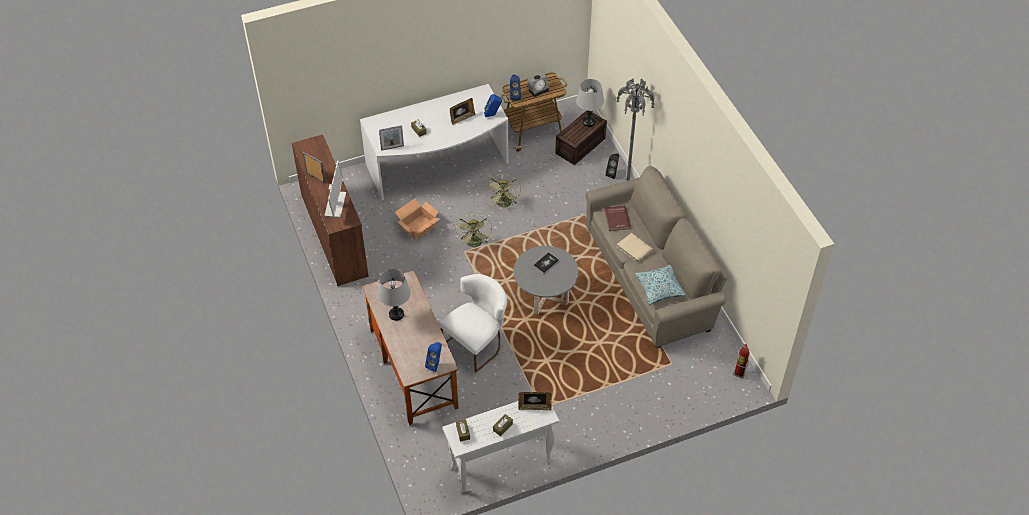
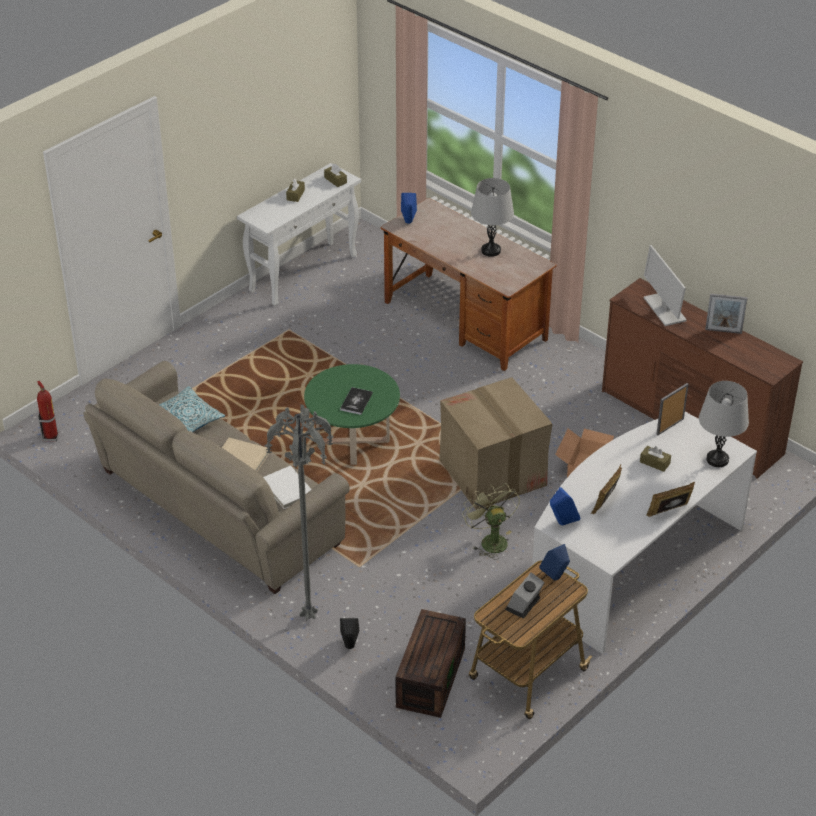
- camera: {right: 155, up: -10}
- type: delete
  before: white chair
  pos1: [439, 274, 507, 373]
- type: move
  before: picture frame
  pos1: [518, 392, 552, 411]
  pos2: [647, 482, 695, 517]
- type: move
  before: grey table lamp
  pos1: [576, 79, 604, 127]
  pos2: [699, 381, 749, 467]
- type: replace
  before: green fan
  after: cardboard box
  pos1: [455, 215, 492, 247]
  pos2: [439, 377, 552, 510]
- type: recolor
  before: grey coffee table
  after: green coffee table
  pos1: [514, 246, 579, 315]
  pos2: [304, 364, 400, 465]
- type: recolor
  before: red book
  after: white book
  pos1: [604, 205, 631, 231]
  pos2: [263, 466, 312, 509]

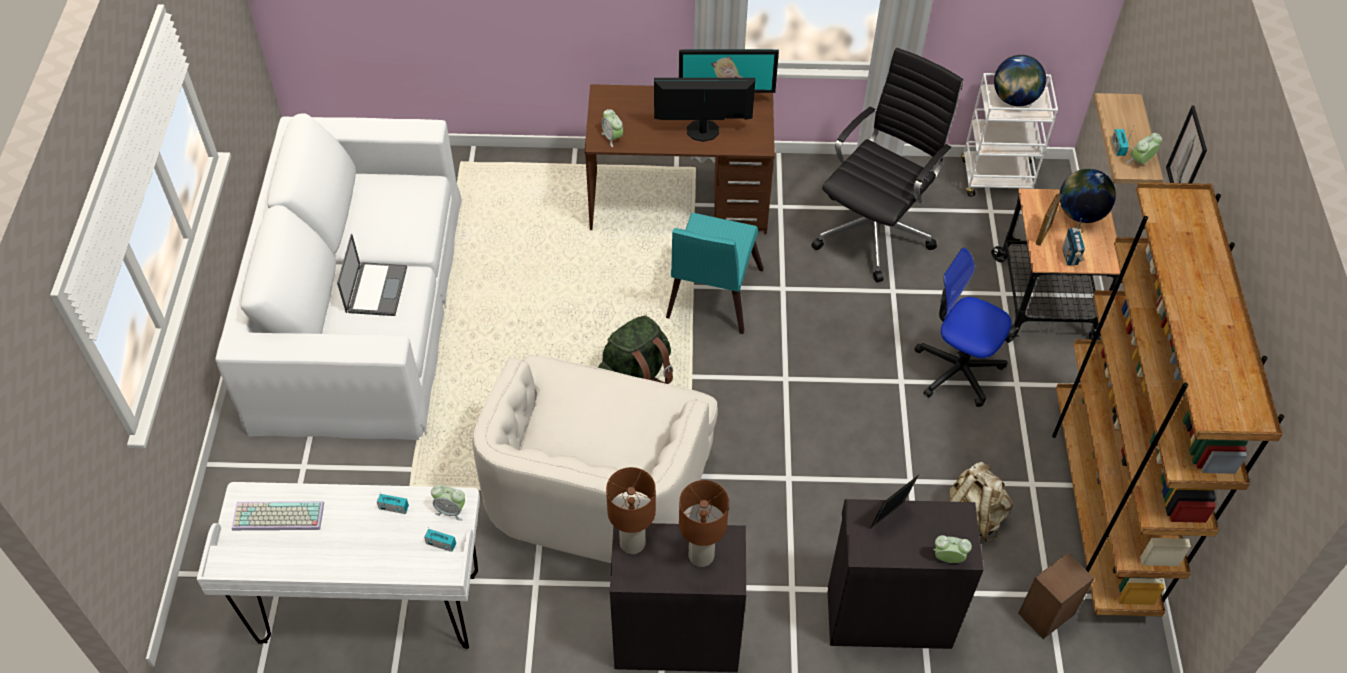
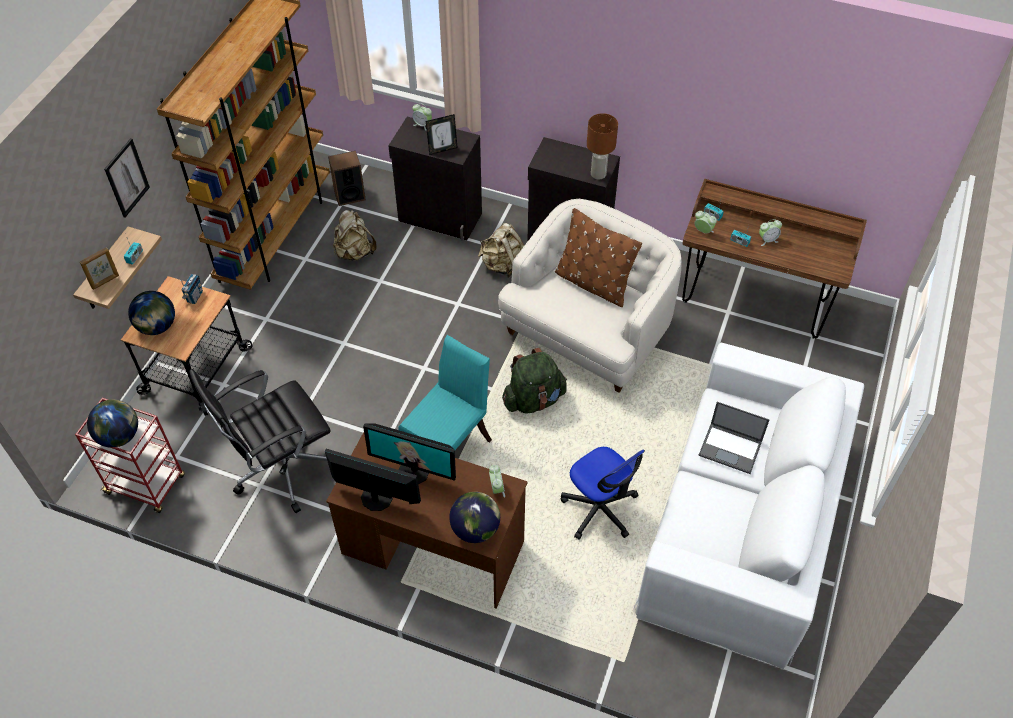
- camera: {right: -160, up: 0}
- type: delete
  before: keyboard
  pos1: [232, 501, 324, 530]
- type: delete
  before: brown table lamp
  pos1: [679, 480, 729, 567]
- type: insert
  after: globe
  pos2: [449, 492, 500, 543]
- type: insert
  after: beige backpack
  pos2: [478, 223, 525, 278]
- type: insert
  after: brown pillow
  pos2: [555, 208, 642, 307]
- type: move
  before: office chair
  pos1: [914, 247, 1012, 407]
  pos2: [560, 447, 645, 540]
- type: move
  before: picture frame
  pos1: [1036, 193, 1062, 246]
  pos2: [80, 247, 119, 290]
- type: move
  before: alarm clock
  pos1: [1127, 133, 1162, 164]
  pos2: [759, 219, 782, 246]
- type: recolor
  before: white desk
  after: brown desk
  pos1: [197, 482, 480, 649]
  pos2: [682, 179, 867, 339]
- type: recolor
  before: white cart
  after: red cart
  pos1: [961, 73, 1058, 197]
  pos2: [75, 397, 185, 513]
- type: rotate
  before: laptop
  pos1: [337, 234, 407, 316]
  pos2: [698, 402, 770, 474]
  turn: -90

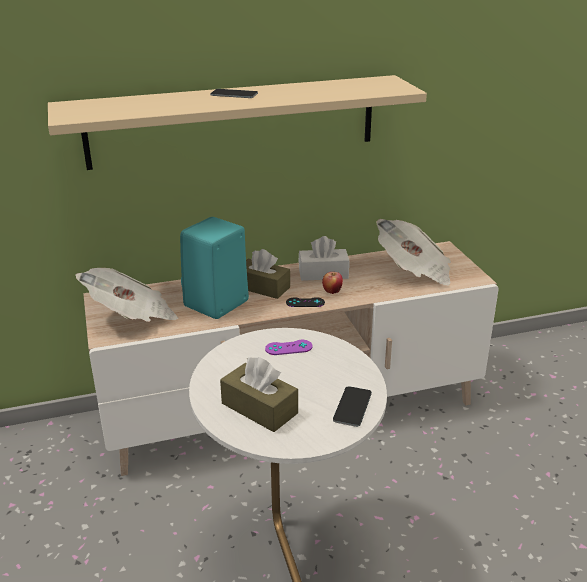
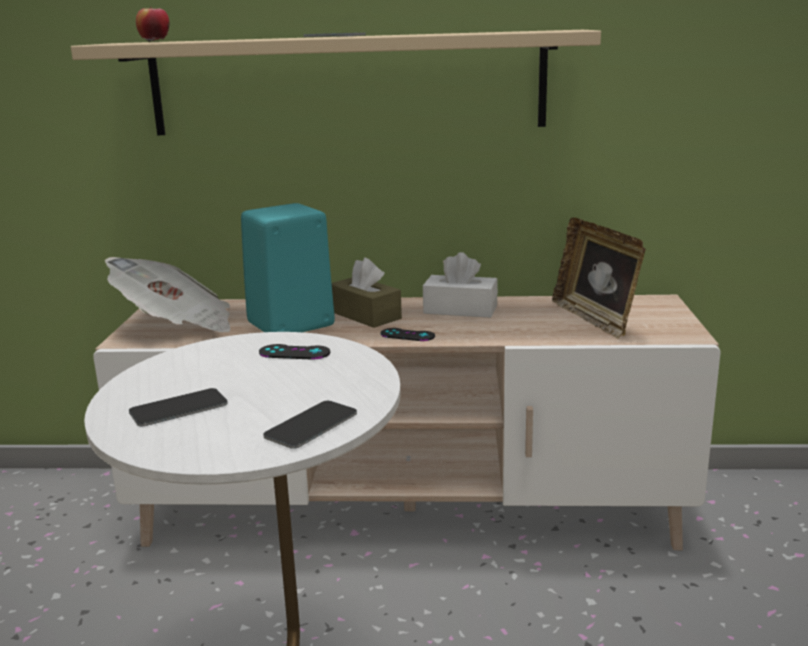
- camera: {right: 20, up: -10}
- type: move
  before: apple
  pos1: [322, 272, 343, 294]
  pos2: [136, 7, 170, 42]
- type: replace
  before: brown tissue box
  after: phone
  pos1: [220, 357, 298, 432]
  pos2: [129, 388, 228, 426]
- type: replace
  before: newspaper
  after: picture frame
  pos1: [376, 219, 451, 286]
  pos2: [552, 217, 645, 339]
- type: recolor
  before: purple game controller
  after: black game controller
  pos1: [265, 340, 313, 355]
  pos2: [259, 344, 330, 360]

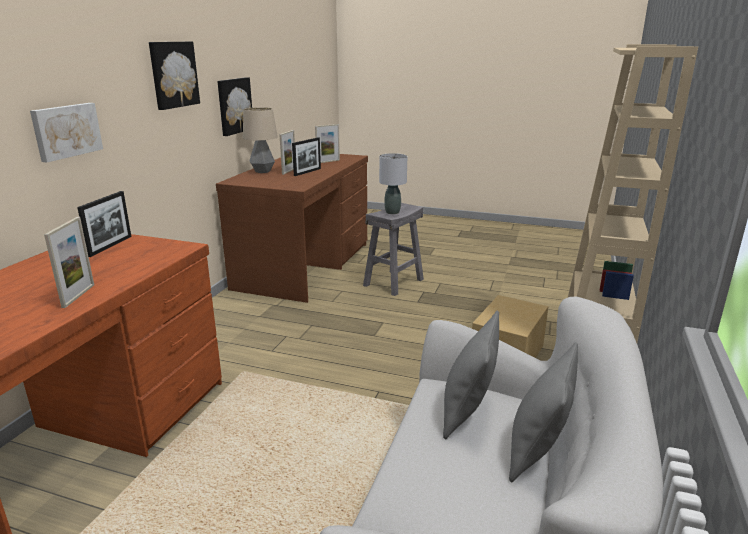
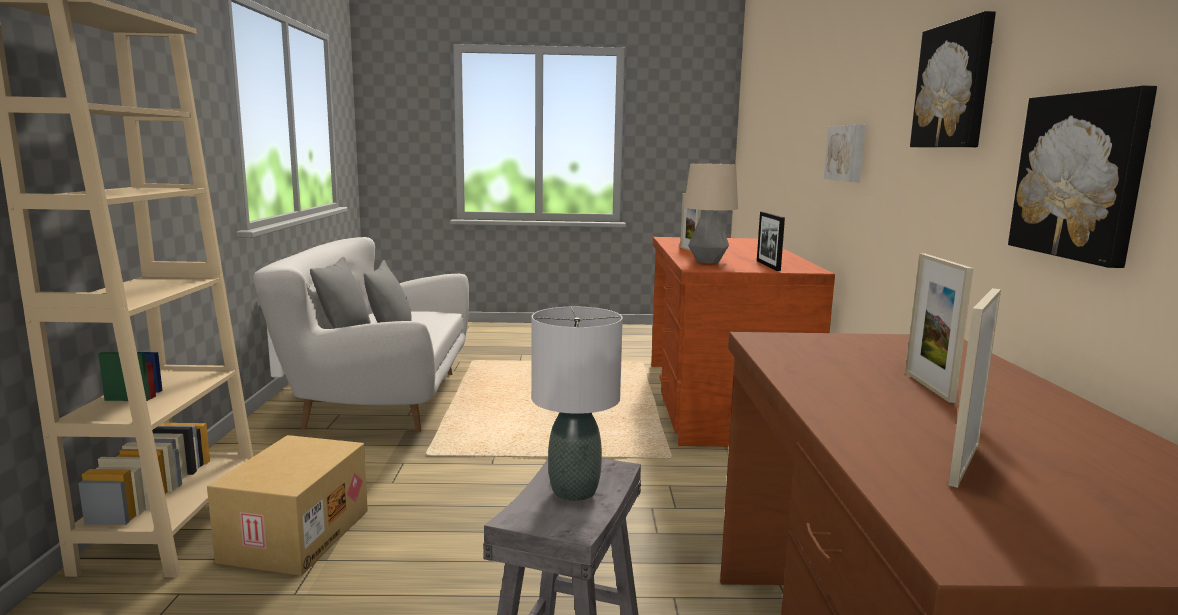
- camera: {right: 160, up: -10}
- type: delete
  before: picture frame
  pos1: [292, 137, 321, 176]
- type: move
  before: table lamp
  pos1: [243, 107, 278, 173]
  pos2: [684, 163, 738, 264]

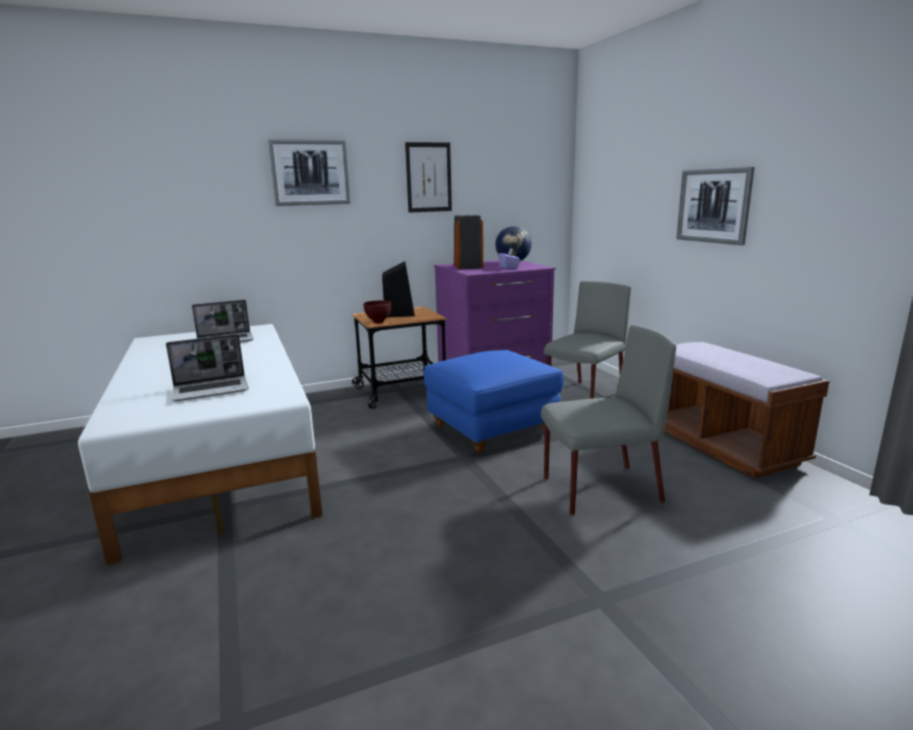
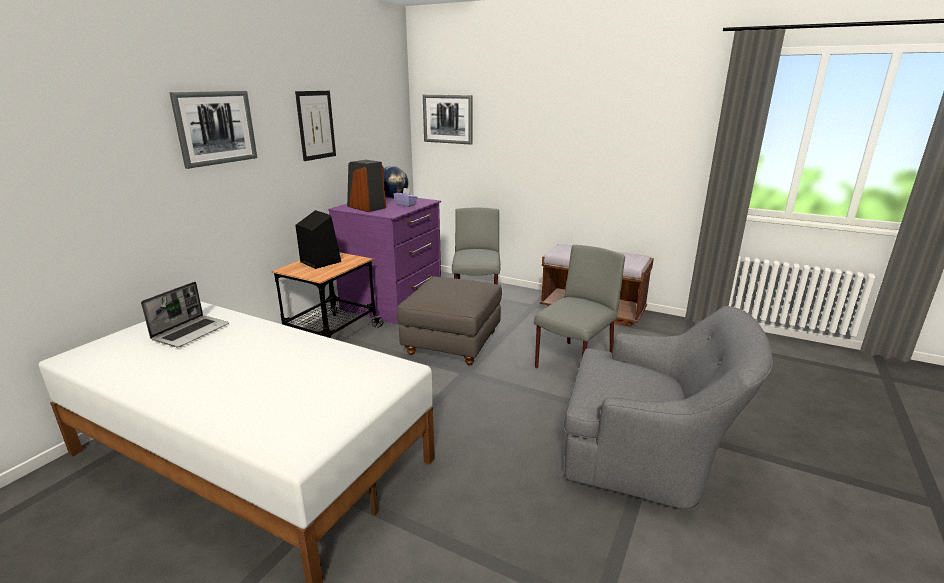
- camera: {right: -40, up: 5}
- type: delete
  before: laptop
  pos1: [166, 334, 249, 401]
- type: delete
  before: brown bowl
  pos1: [363, 300, 392, 324]
- type: insert
  after: grey armchair
  pos2: [564, 306, 773, 509]
- type: move
  before: picture
  pos1: [676, 167, 754, 245]
  pos2: [423, 95, 472, 145]
- type: recolor
  before: blue ottoman
  after: grey ottoman
  pos1: [424, 350, 564, 453]
  pos2: [397, 276, 502, 366]

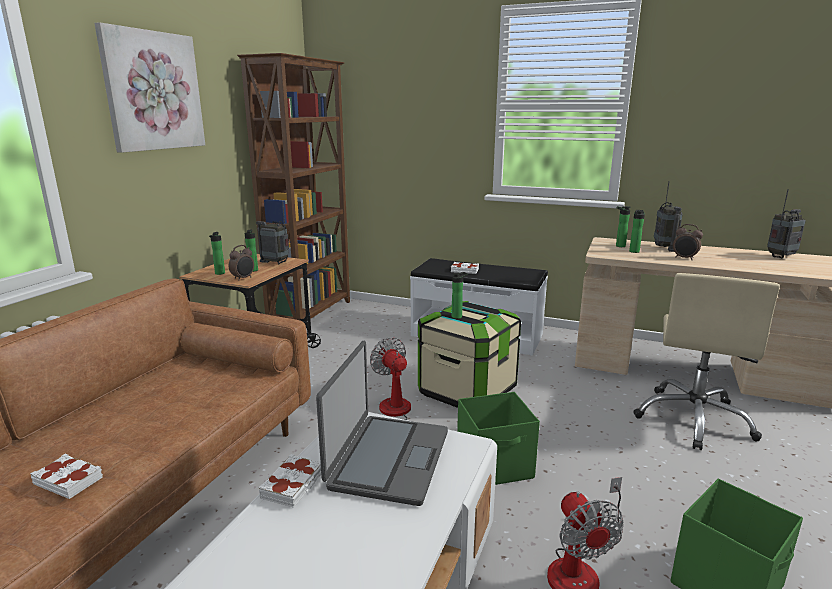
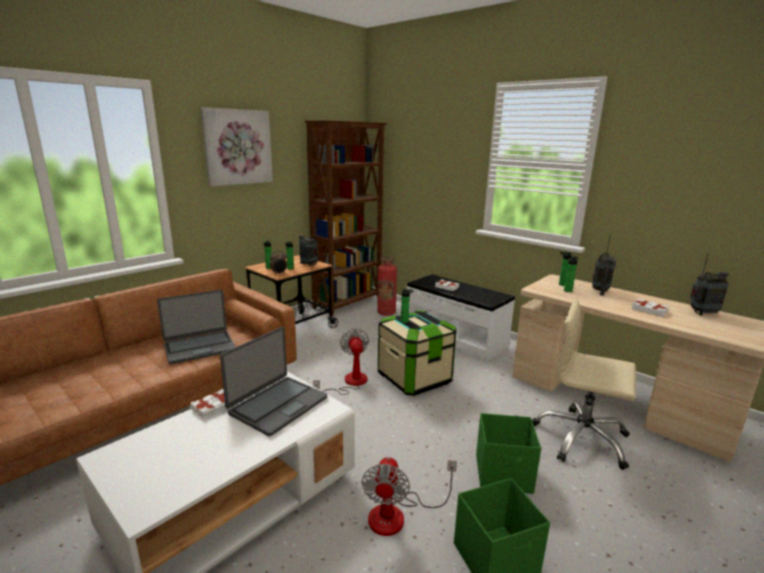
- camera: {right: 20, up: 0}
- type: delete
  before: alarm clock
  pos1: [673, 224, 703, 260]
- type: insert
  after: laptop
  pos2: [157, 290, 236, 364]
- type: insert
  after: fire extinguisher
  pos2: [377, 257, 397, 316]
- type: move
  before: white book
  pos1: [30, 454, 103, 499]
  pos2: [632, 298, 669, 317]
- type: move
  before: green storage box
  pos1: [457, 392, 540, 485]
  pos2: [476, 413, 541, 494]
- type: rotate
  before: beige office chair
  pos1: [633, 273, 780, 450]
  pos2: [532, 299, 636, 470]
  turn: 75

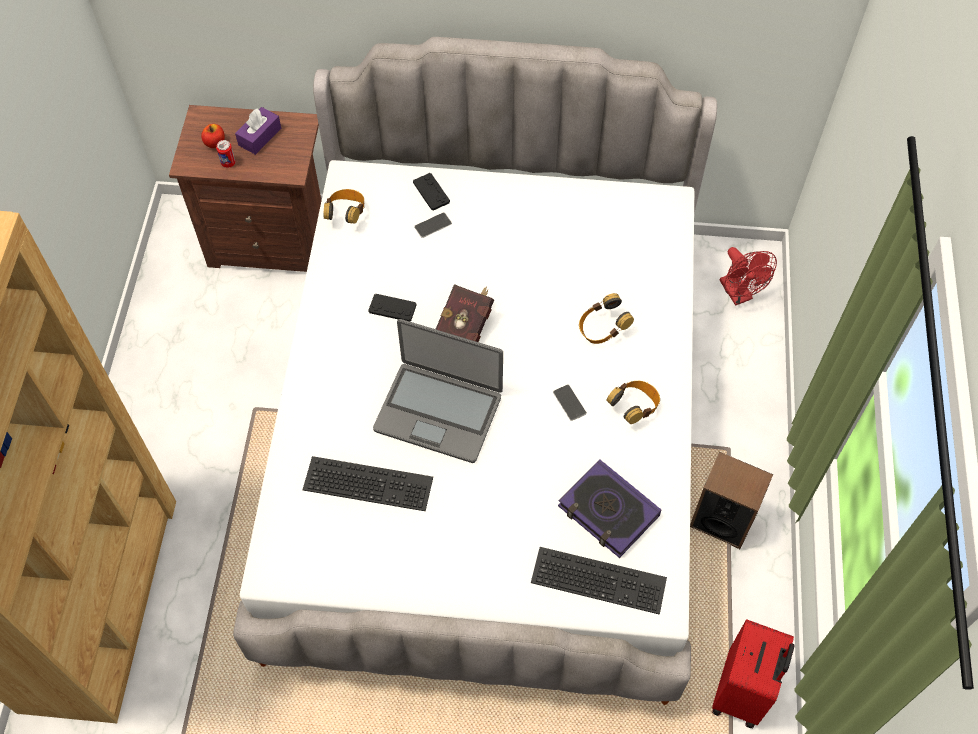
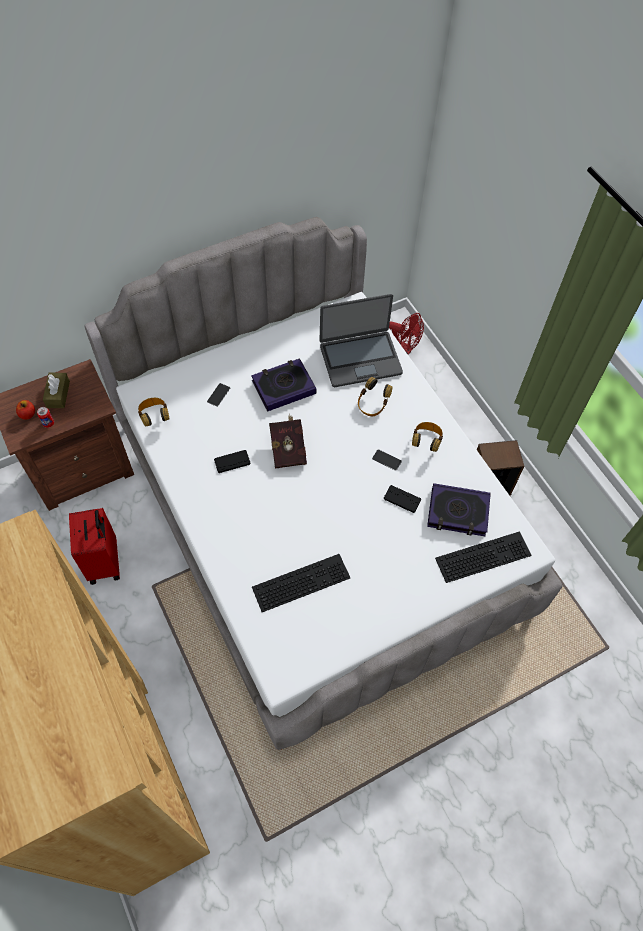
- camera: {right: -35, up: 0}
- type: insert
  after: book
  pos2: [251, 358, 316, 411]
- type: move
  before: laptop
  pos1: [373, 319, 503, 463]
  pos2: [319, 294, 403, 387]
- type: move
  before: black game controller
  pos1: [413, 173, 450, 210]
  pos2: [384, 485, 421, 513]
- type: move
  before: red suitcase
  pos1: [712, 619, 795, 728]
  pos2: [69, 508, 120, 585]
- type: recolor
  before: purple tissue box
  after: brown tissue box
  pos1: [235, 107, 281, 155]
  pos2: [43, 373, 70, 408]

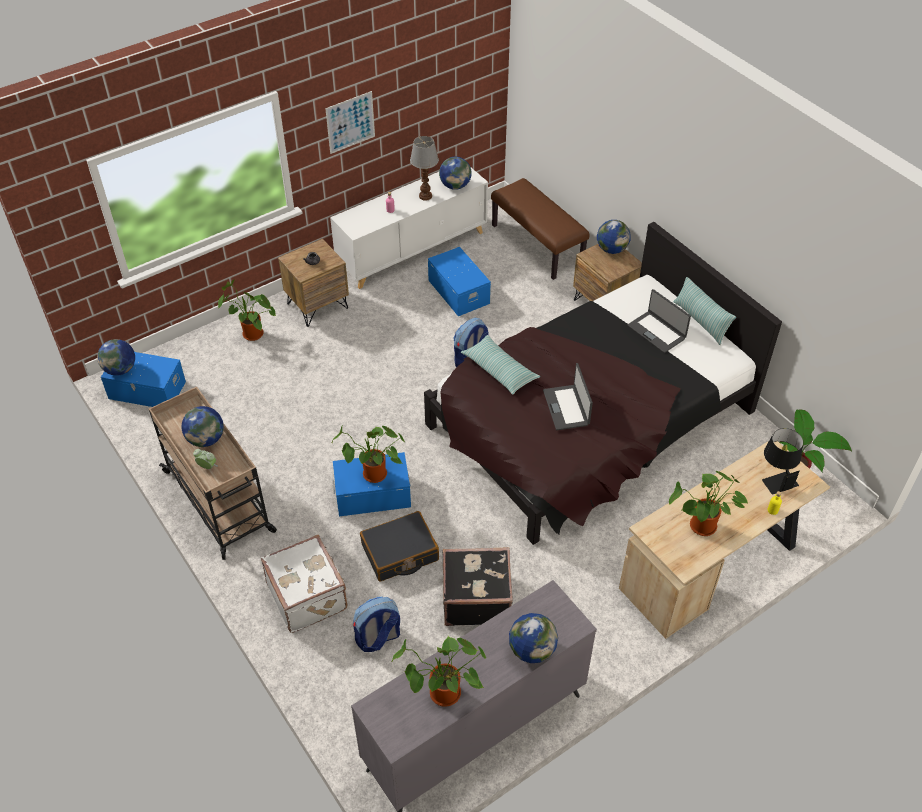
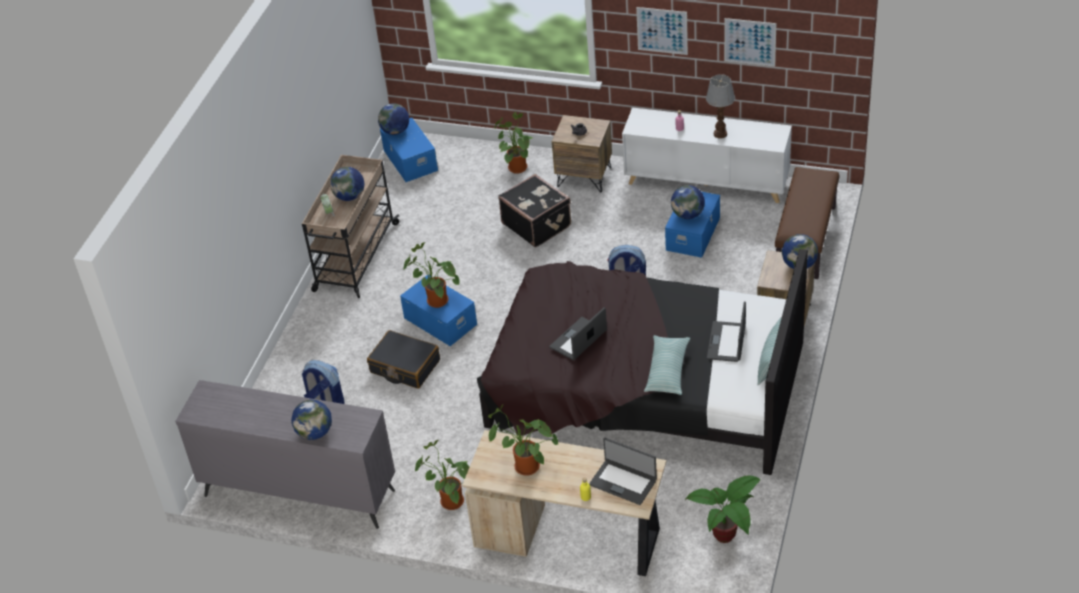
- camera: {right: 55, up: -5}
- type: delete
  before: white suitcase
  pos1: [261, 535, 348, 633]
- type: insert
  after: picture
  pos2: [724, 18, 776, 67]
- type: move
  before: potted plant
  pos1: [392, 636, 486, 707]
  pos2: [415, 440, 469, 510]
- type: move
  before: globe
  pos1: [439, 157, 471, 190]
  pos2: [671, 185, 705, 219]
- type: move
  before: black suitcase
  pos1: [442, 547, 513, 626]
  pos2: [498, 174, 571, 247]
- type: move
  before: pillow
  pos1: [461, 335, 540, 395]
  pos2: [644, 335, 690, 395]
- type: replace
  before: black table lamp
  after: laptop
  pos1: [762, 428, 803, 495]
  pos2: [589, 438, 657, 505]

